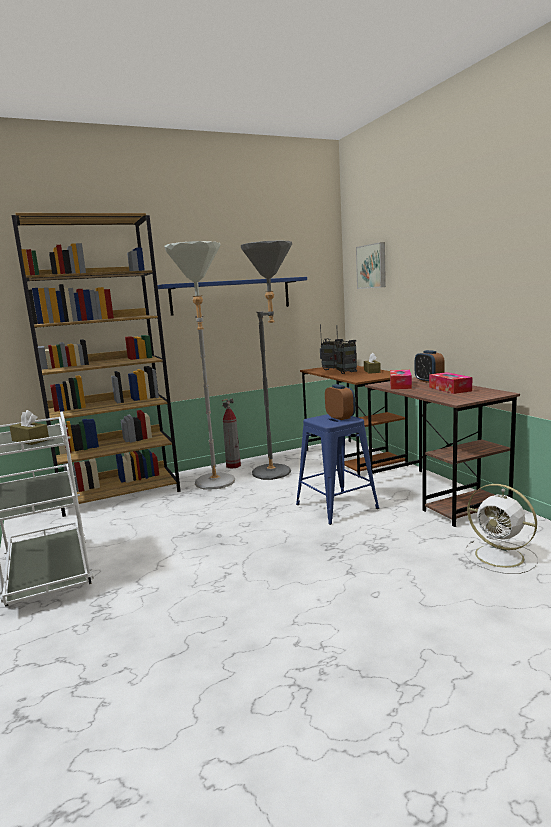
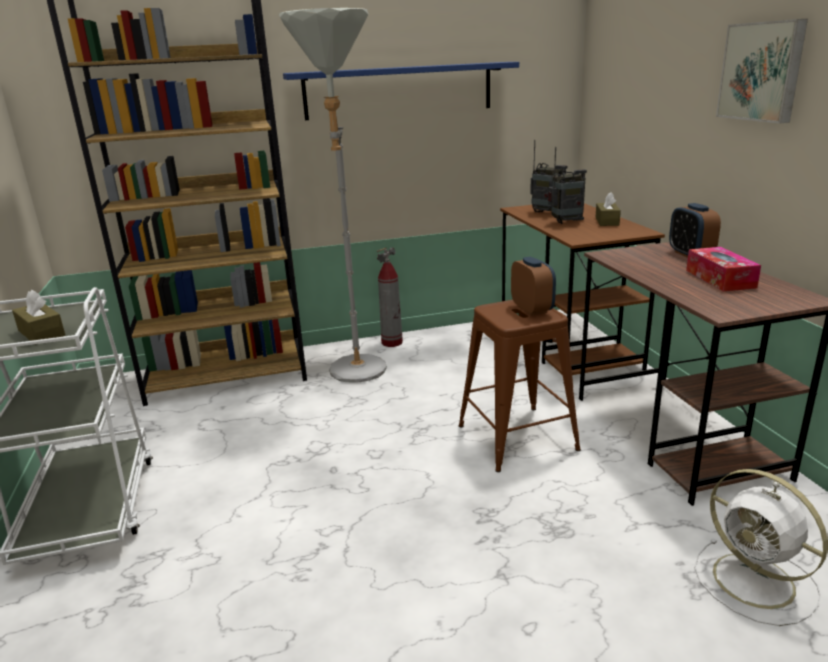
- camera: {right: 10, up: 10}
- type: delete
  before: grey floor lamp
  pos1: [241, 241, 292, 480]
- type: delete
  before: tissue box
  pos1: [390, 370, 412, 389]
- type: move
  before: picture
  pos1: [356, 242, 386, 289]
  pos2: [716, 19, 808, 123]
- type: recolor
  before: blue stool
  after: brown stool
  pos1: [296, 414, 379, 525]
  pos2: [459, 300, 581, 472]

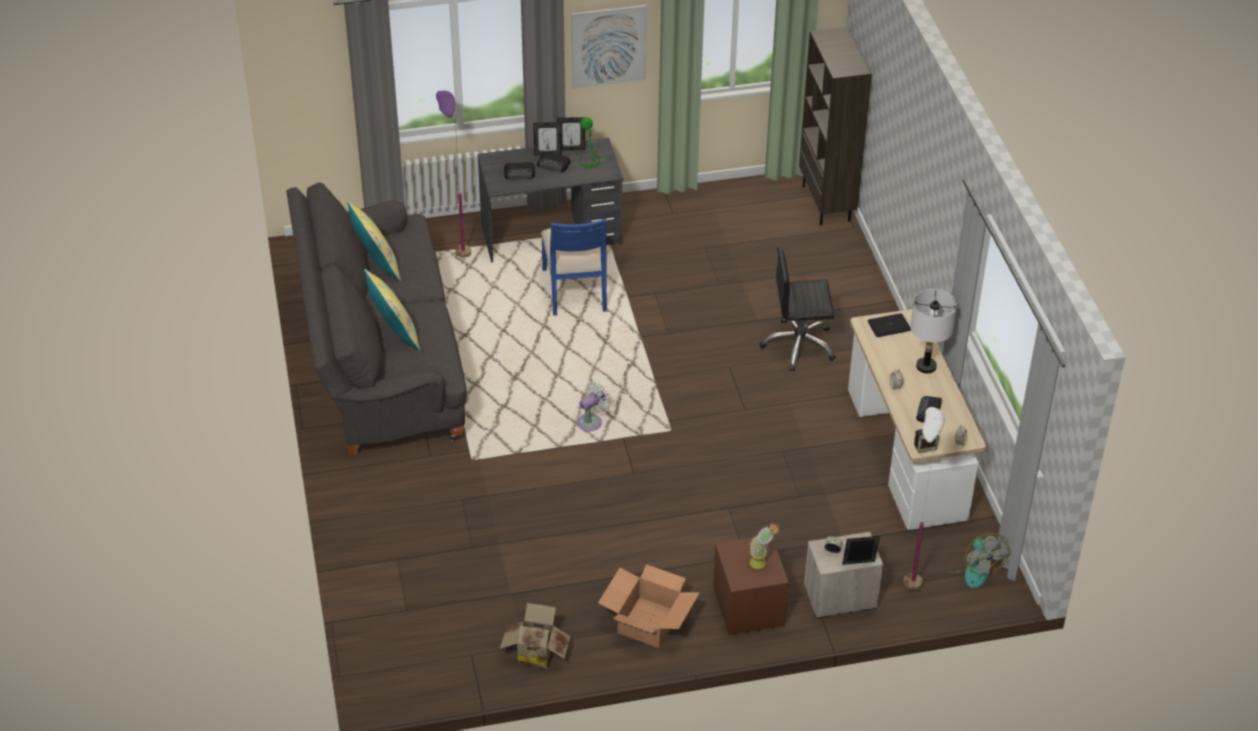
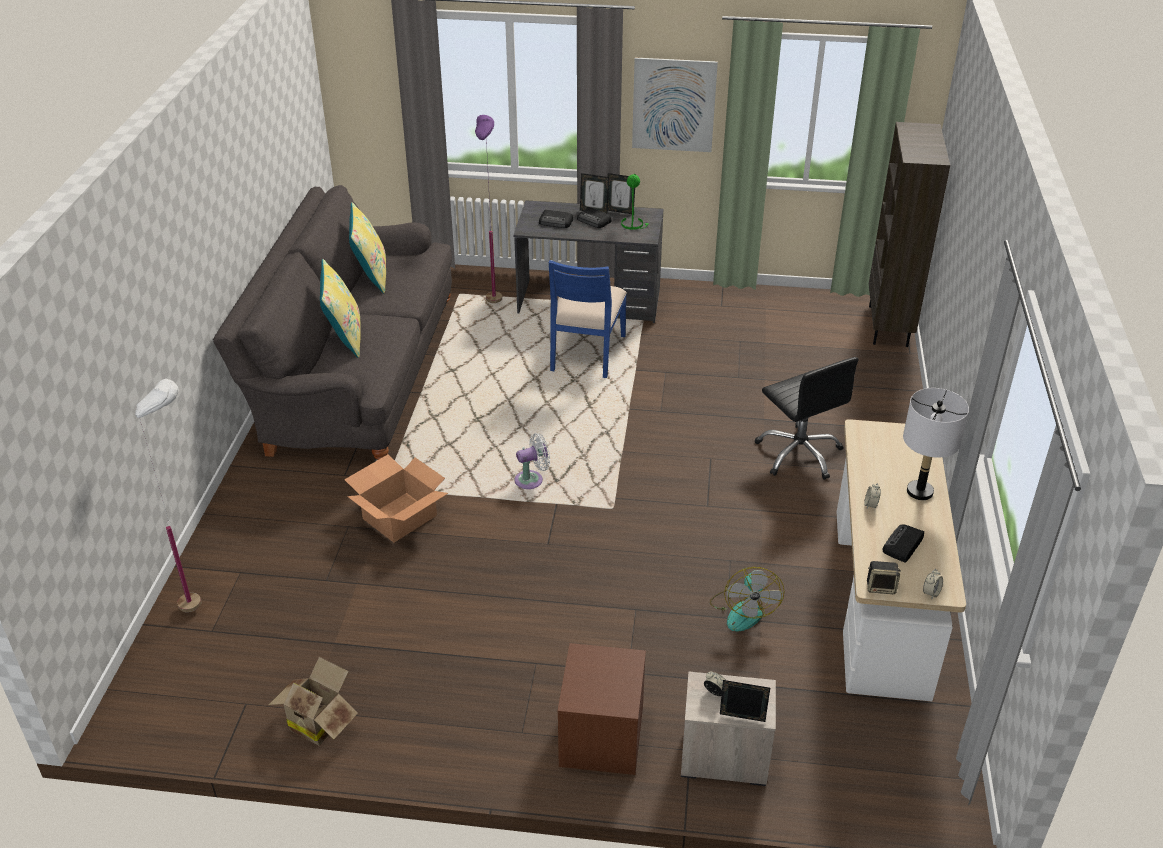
- camera: {right: 20, up: -5}
- type: delete
  before: potted plant
  pos1: [749, 523, 780, 569]
- type: delete
  before: laptop
  pos1: [868, 313, 911, 337]
- type: move
  before: cardboard box
  pos1: [598, 564, 700, 648]
  pos2: [344, 455, 448, 543]
- type: move
  before: white floor lamp
  pos1: [903, 407, 945, 590]
  pos2: [135, 379, 201, 612]
- type: move
  before: fan
  pos1: [944, 533, 1009, 588]
  pos2: [710, 567, 785, 632]
- type: rotate
  before: black office chair
  pos1: [760, 247, 836, 371]
  pos2: [755, 357, 859, 480]
  turn: -135

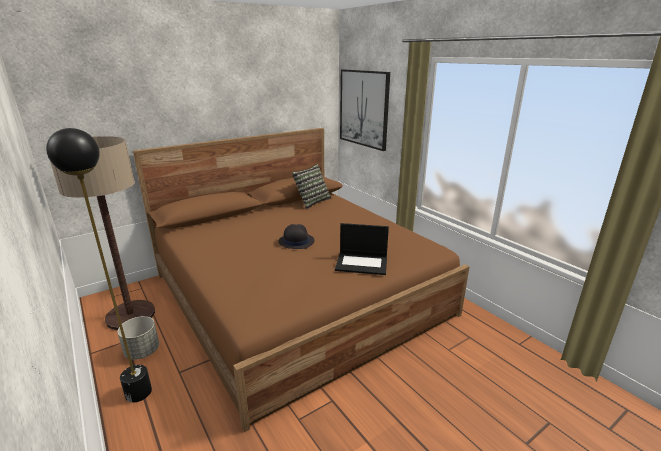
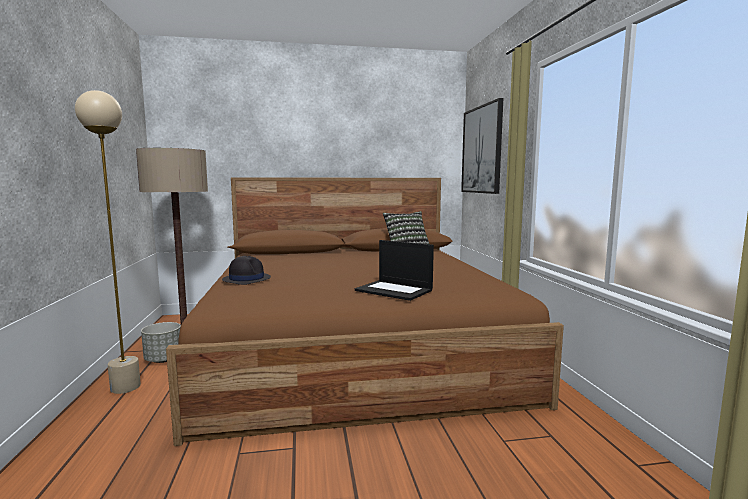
- camera: {right: 25, up: -15}
- type: move
  before: black hat
  pos1: [279, 224, 315, 249]
  pos2: [222, 256, 271, 285]
- type: recolor
  before: black floor lamp
  after: beige floor lamp
  pos1: [47, 128, 152, 403]
  pos2: [75, 90, 141, 394]

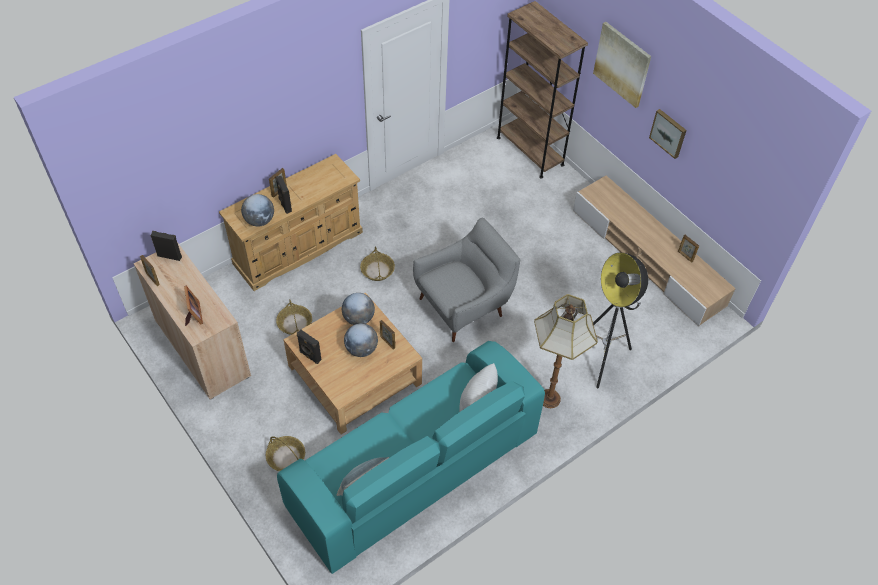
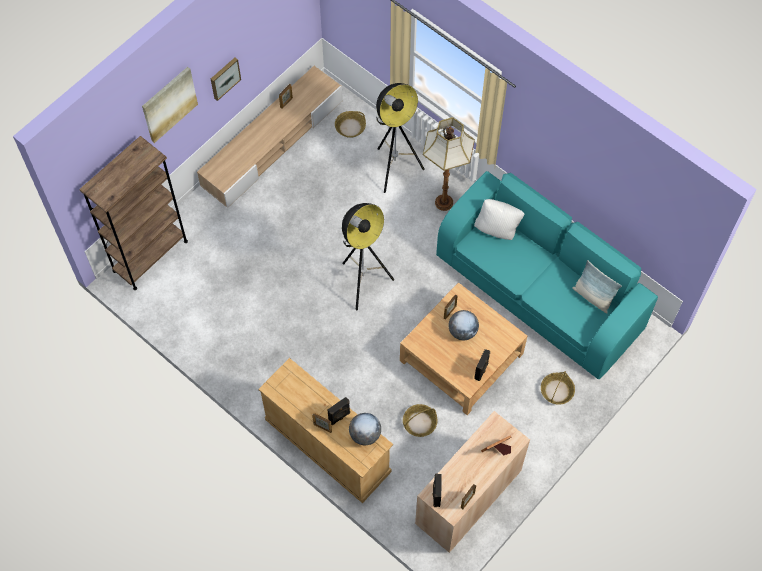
- camera: {right: -100, up: 10}
- type: delete
  before: globe
  pos1: [342, 293, 375, 325]
- type: move
  before: basket
  pos1: [360, 246, 395, 281]
  pos2: [335, 111, 366, 138]
- type: replace
  before: grey armchair
  after: floor lamp
  pos1: [413, 218, 520, 342]
  pos2: [342, 203, 394, 310]

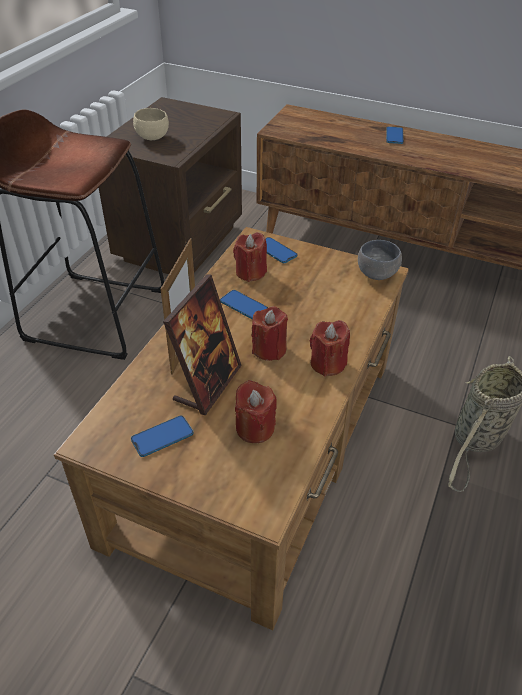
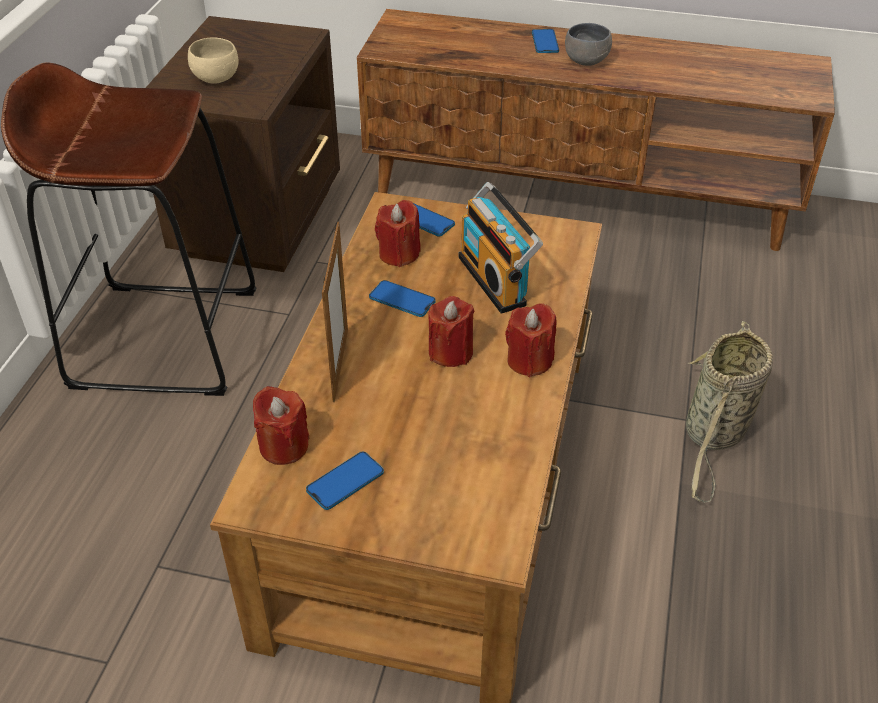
- camera: {right: -10, up: 0}
- type: delete
  before: picture frame
  pos1: [163, 274, 242, 415]
- type: insert
  after: radio
  pos2: [459, 182, 543, 314]
- type: move
  before: red candle
  pos1: [235, 380, 277, 443]
  pos2: [253, 386, 310, 465]
- type: move
  before: grey bowl
  pos1: [358, 240, 402, 280]
  pos2: [565, 23, 612, 66]

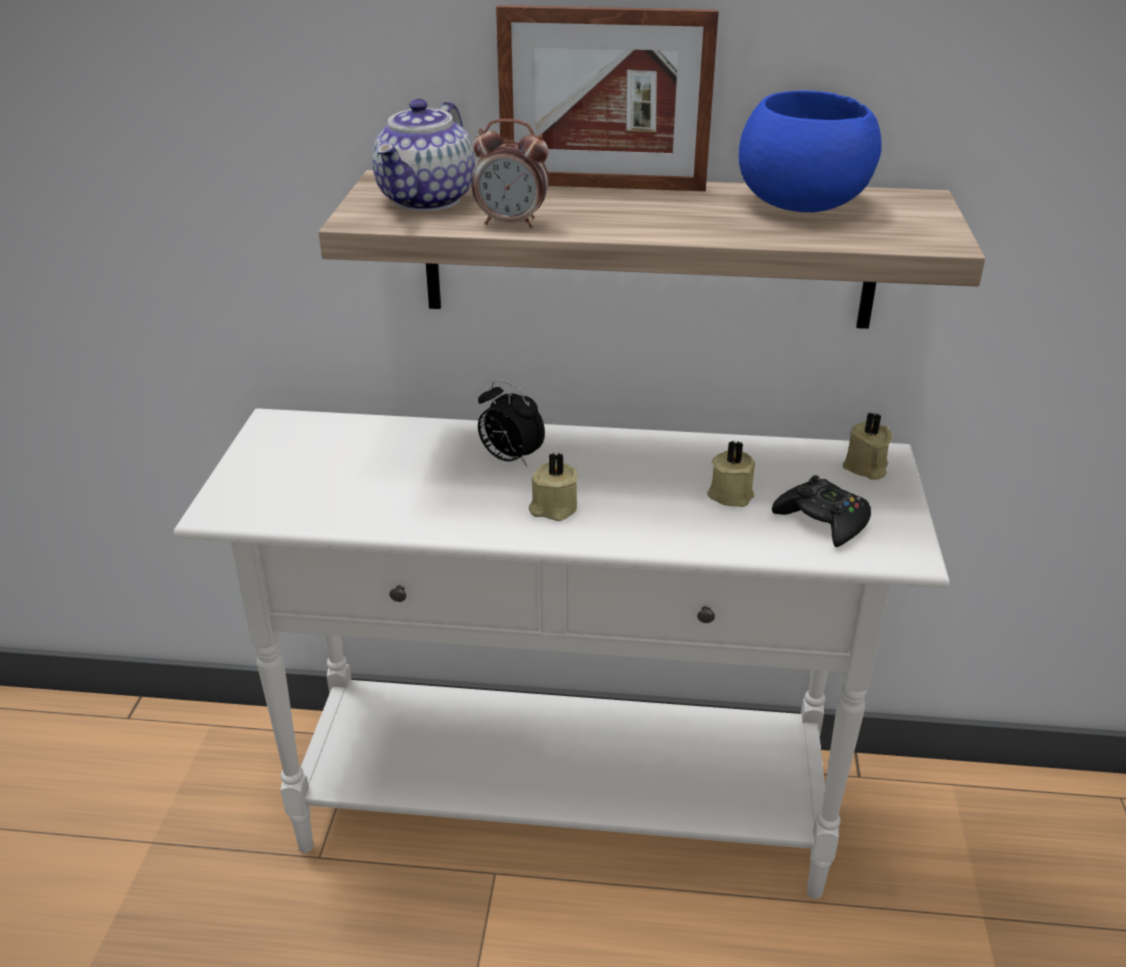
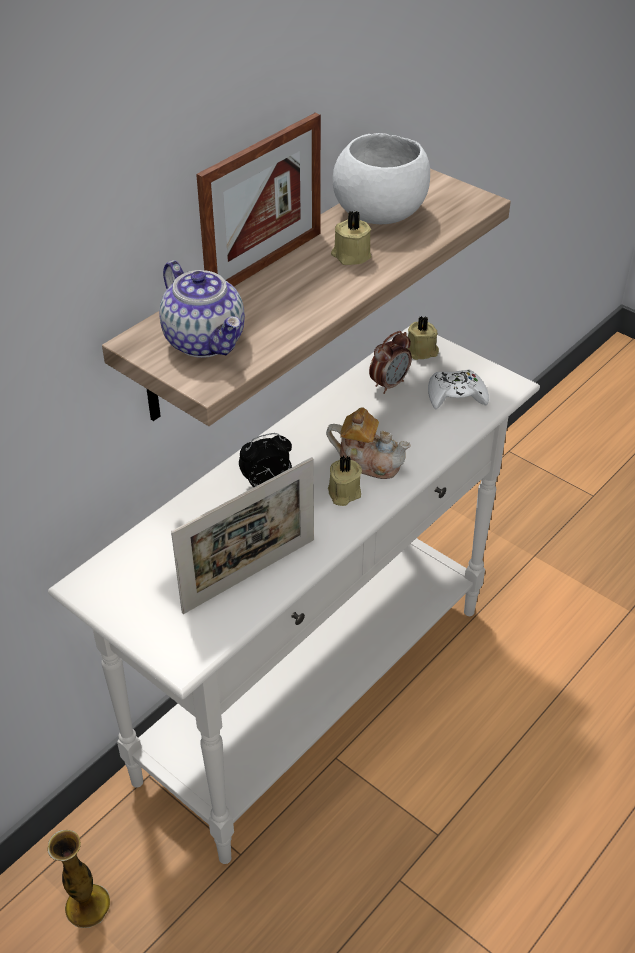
- camera: {right: -55, up: 10}
- type: insert
  after: vase
  pos2: [48, 830, 110, 928]
- type: insert
  after: picture frame
  pos2: [171, 457, 314, 614]
- type: insert
  after: teapot
  pos2: [326, 407, 411, 479]
- type: move
  before: alarm clock
  pos1: [471, 119, 549, 228]
  pos2: [369, 331, 412, 394]
- type: move
  before: beige candle
  pos1: [707, 440, 755, 507]
  pos2: [331, 211, 371, 265]
- type: recolor
  before: blue bowl
  after: white bowl
  pos1: [739, 90, 882, 212]
  pos2: [333, 133, 430, 224]
- type: recolor
  before: black game controller
  after: white game controller
  pos1: [772, 475, 871, 547]
  pos2: [428, 369, 489, 409]

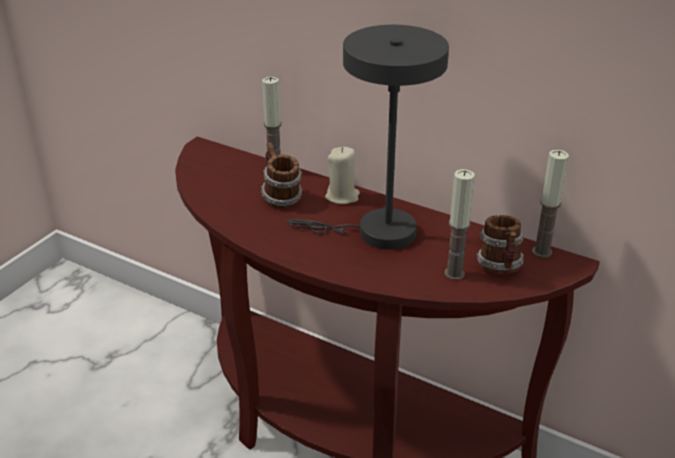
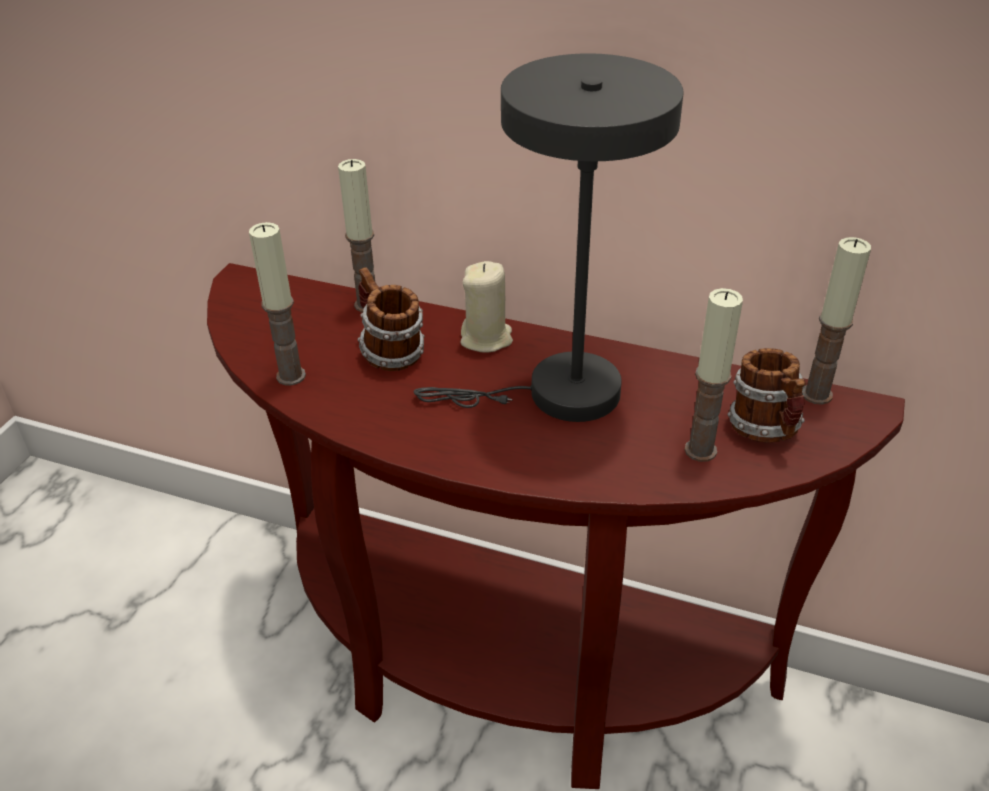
- camera: {right: -10, up: 5}
- type: insert
  after: candle
  pos2: [249, 222, 306, 385]

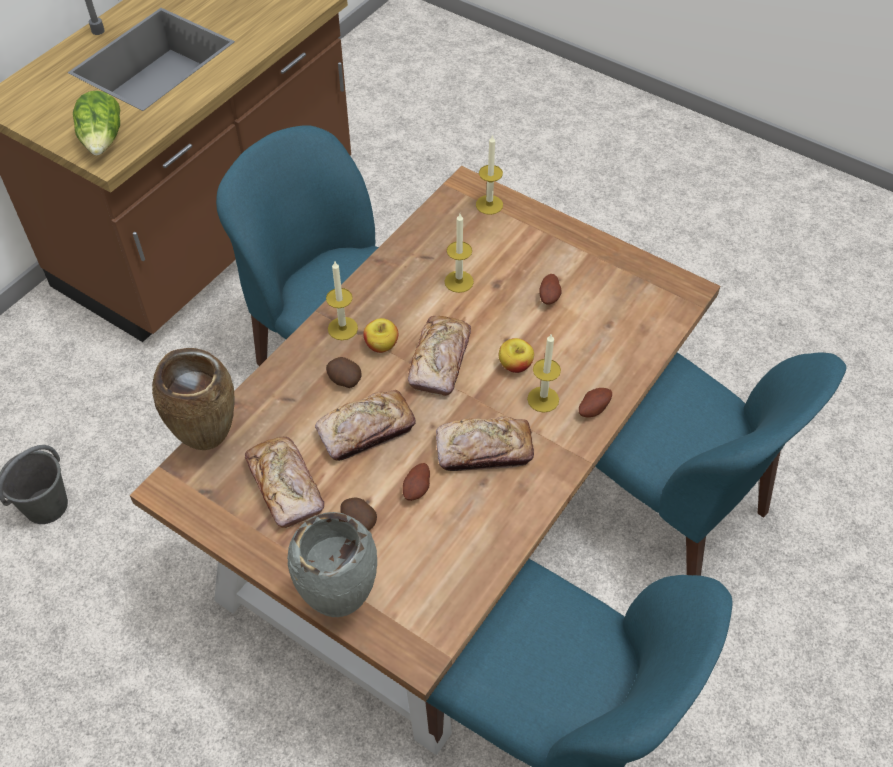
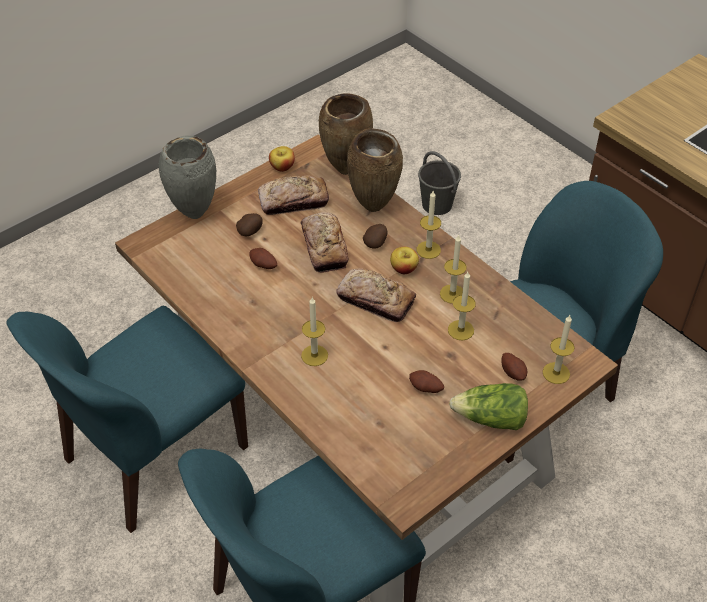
- camera: {right: 105, up: -5}
- type: delete
  before: bread
  pos1: [436, 416, 534, 471]
- type: insert
  after: brown vase
  pos2: [347, 128, 403, 212]
- type: insert
  after: candle
  pos2: [440, 235, 467, 304]
- type: move
  before: lettuce
  pos1: [73, 91, 120, 155]
  pos2: [449, 383, 528, 430]
- type: move
  before: apple
  pos1: [499, 338, 534, 373]
  pos2: [269, 146, 295, 172]
- type: move
  before: potato
  pos1: [579, 388, 612, 418]
  pos2: [501, 353, 527, 381]

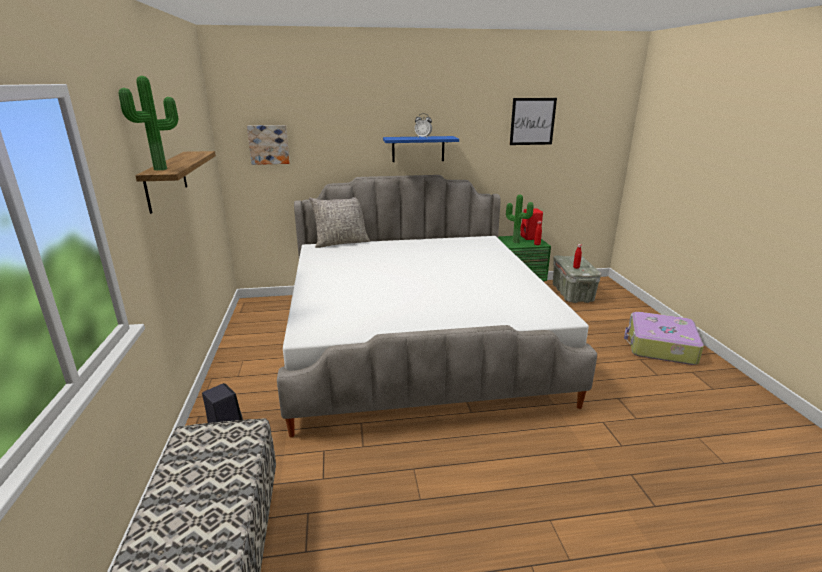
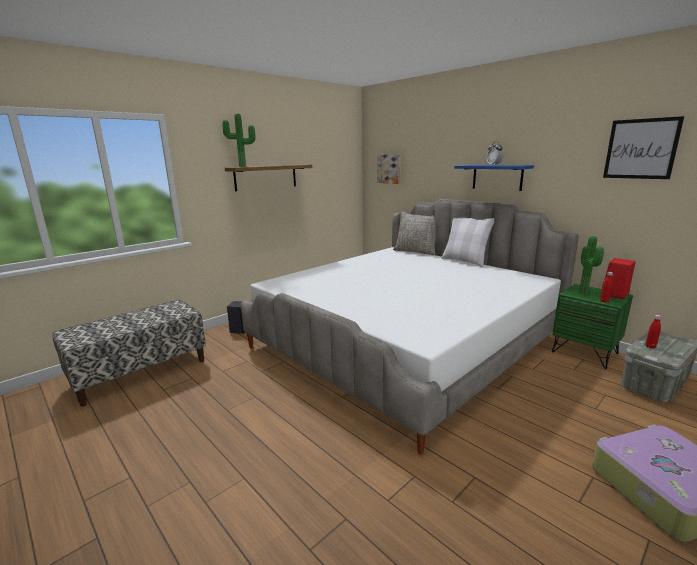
- camera: {right: 55, up: -5}
- type: insert
  after: white pillow
  pos2: [441, 217, 494, 267]

